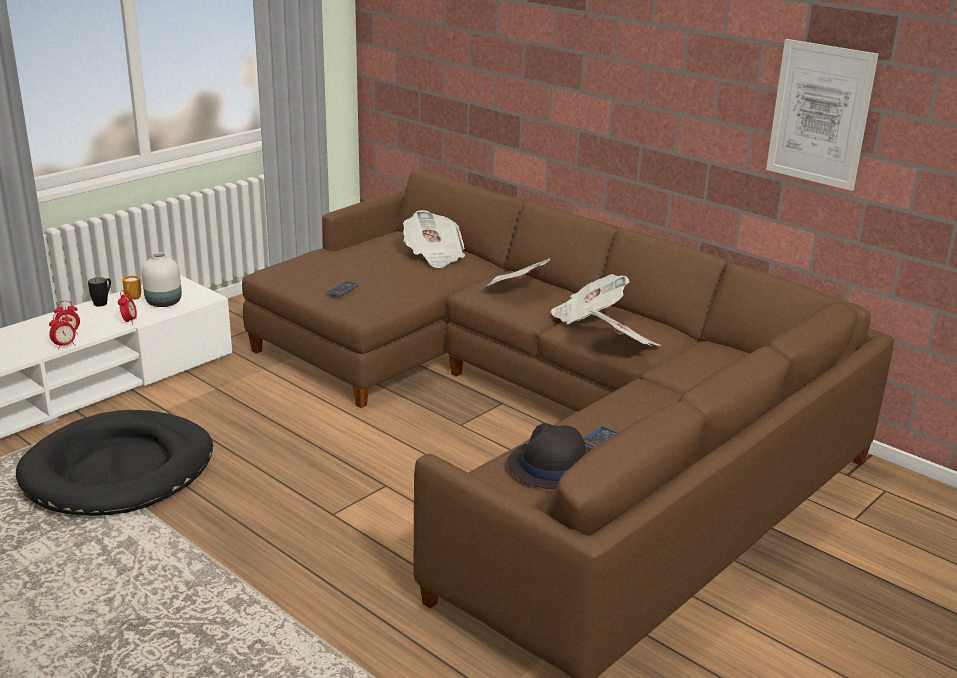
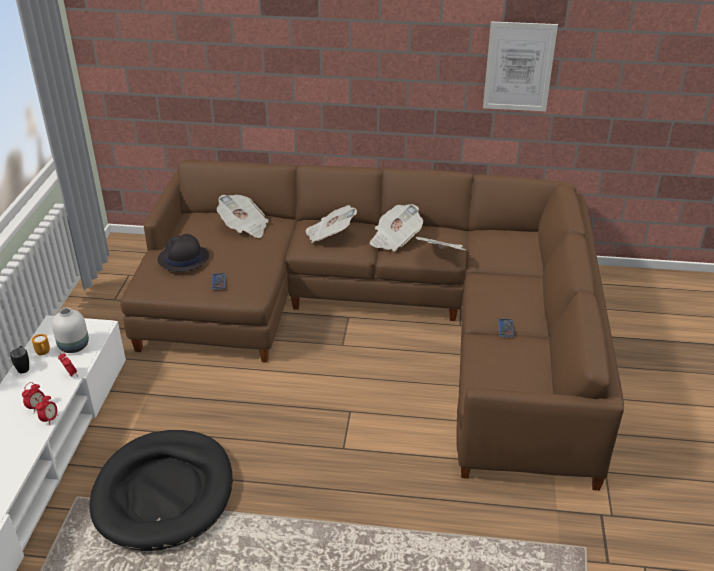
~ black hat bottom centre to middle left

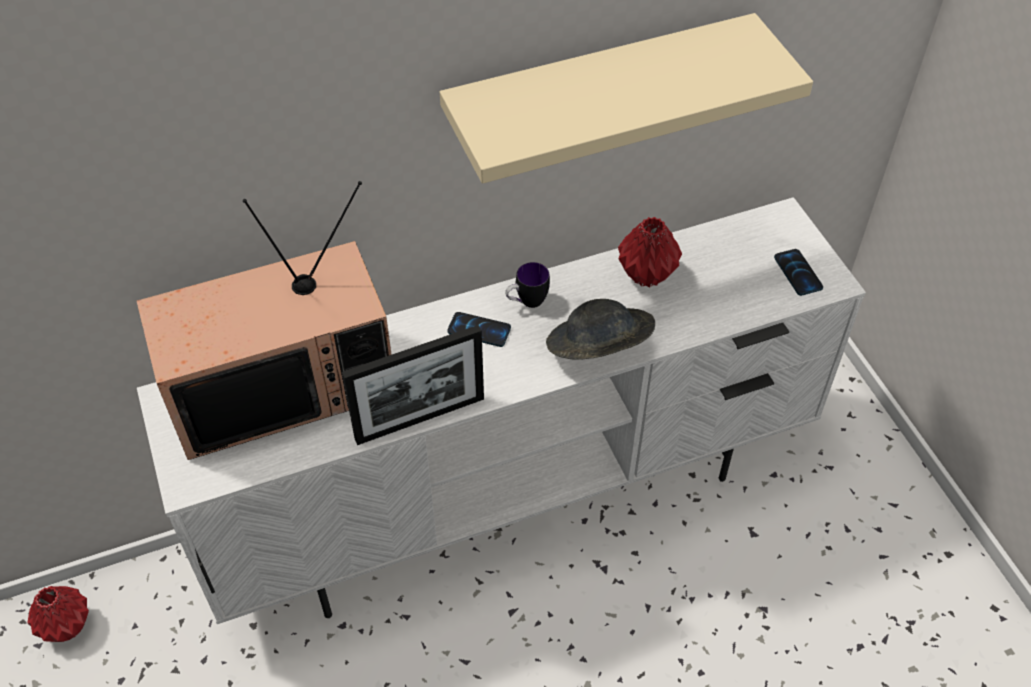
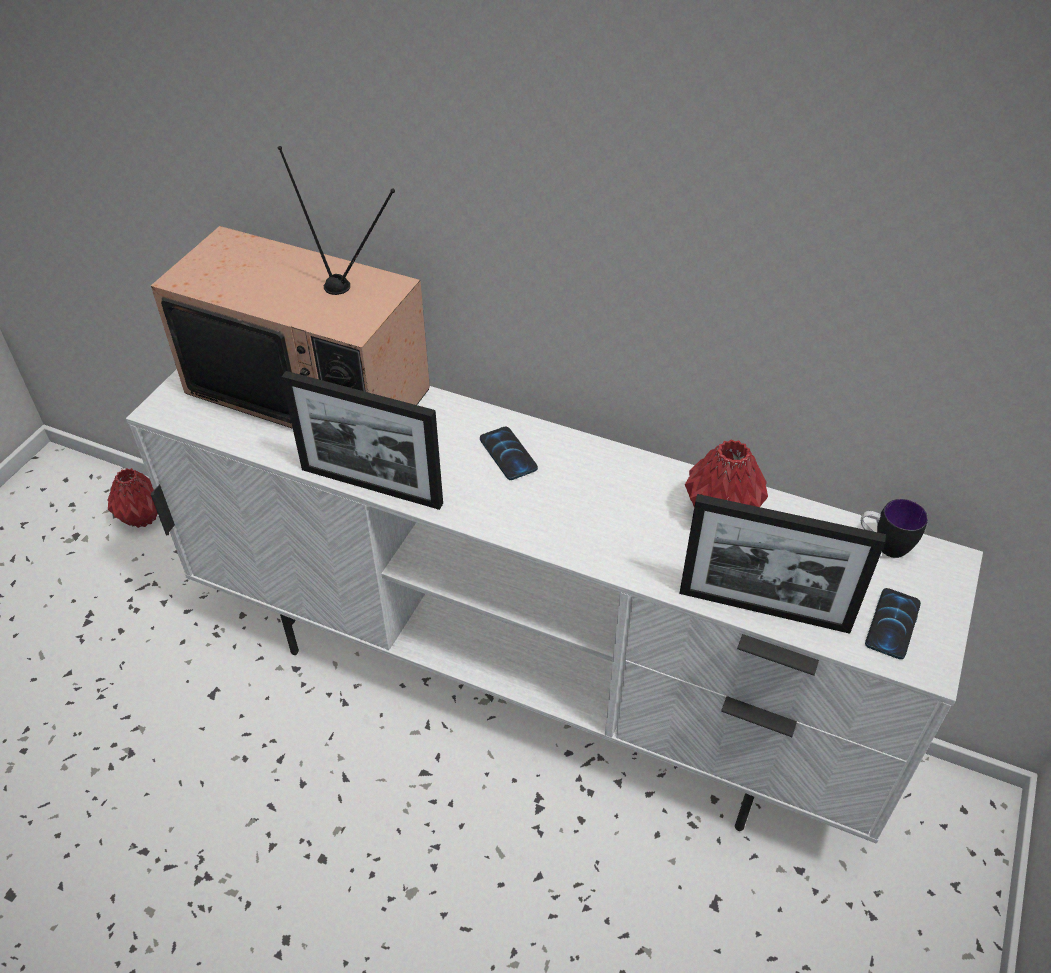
- beige shelf top centre
~ mug centre to middle right
- grey hat centre
+ picture frame (2nd from left) middle right

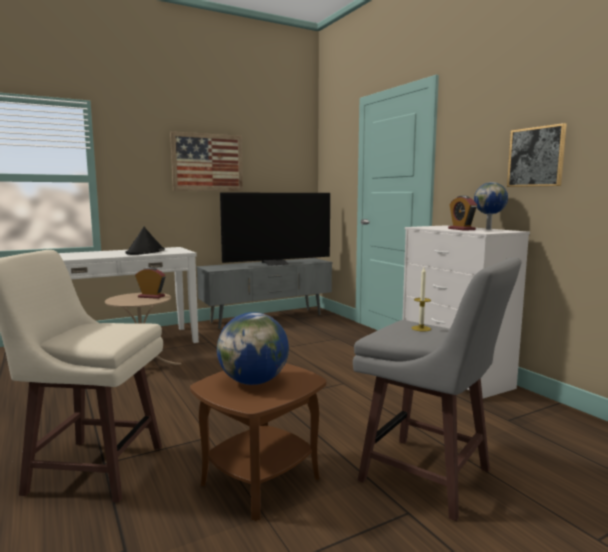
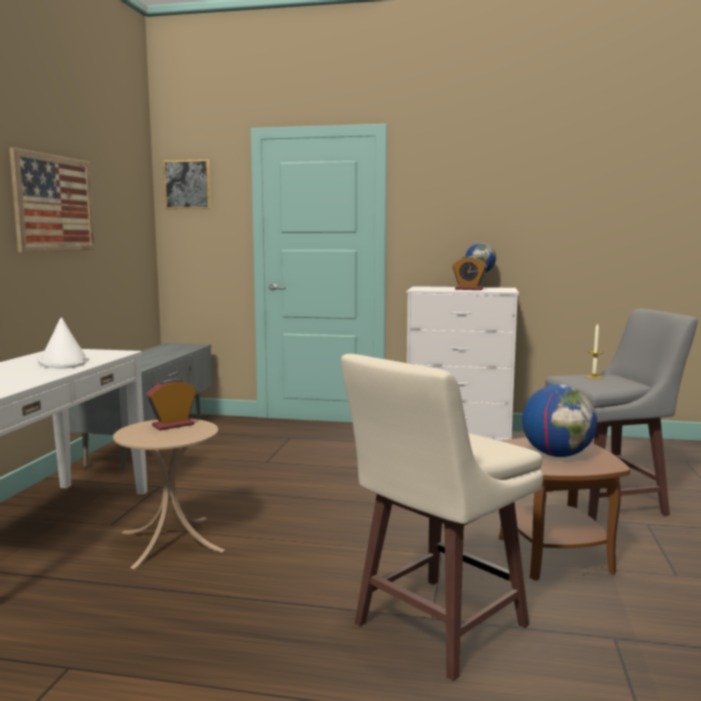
~ picture (2nd from left) top right to top left
- television centre
~ black hat middle left to white hat middle left

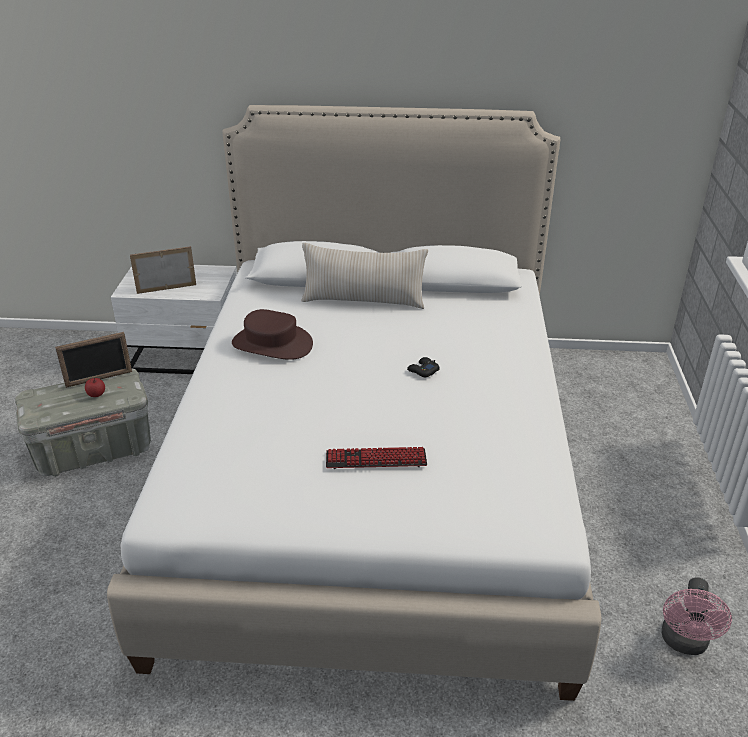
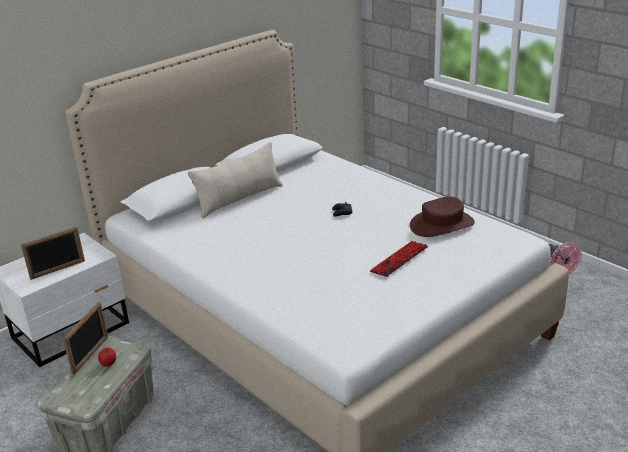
~ picture frame (2nd from left in the first image) middle left = middle left 150 degrees counterclockwise
~ brown hat centre to middle right

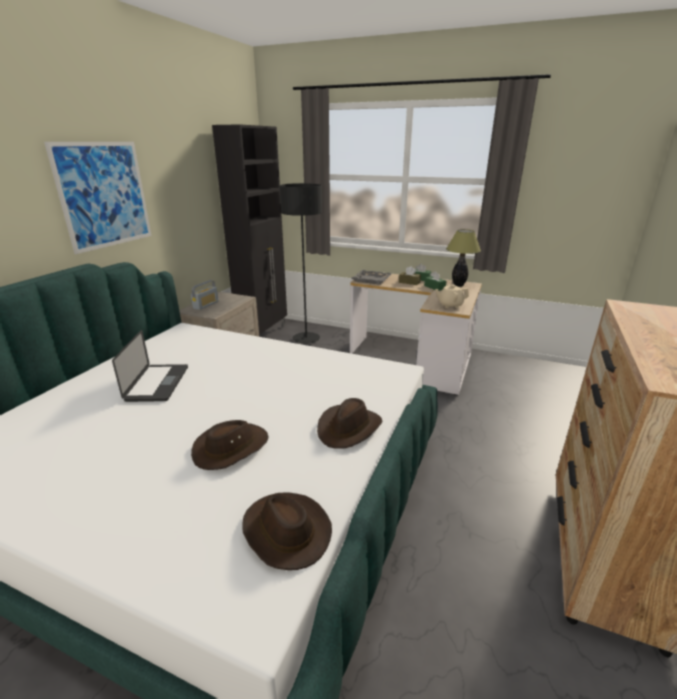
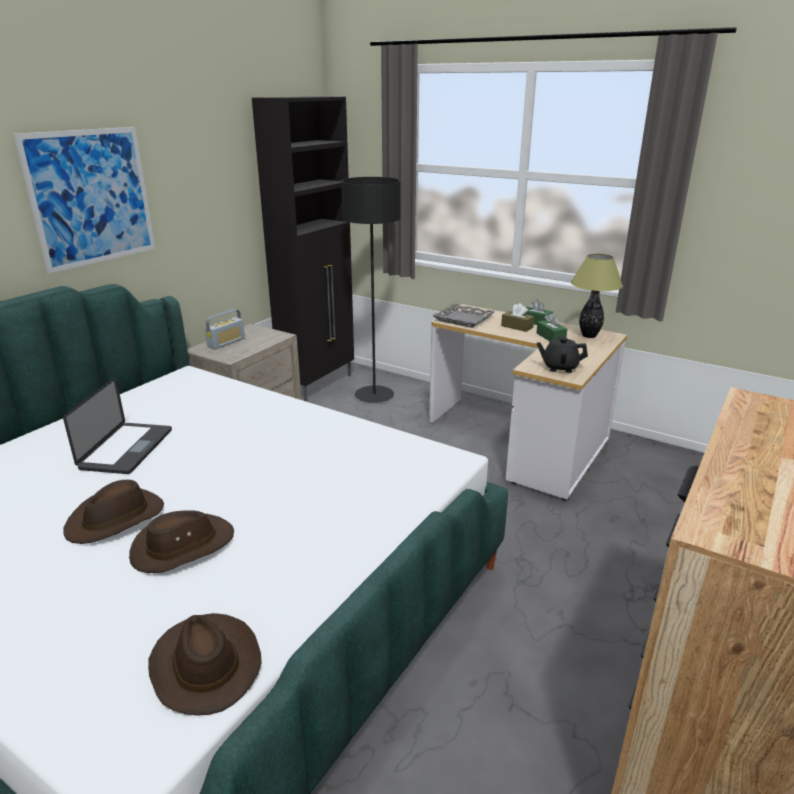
~ beige teapot middle right to black teapot middle right
~ brown hat (3rd from left in the first image) centre to brown hat (1st from left) middle left

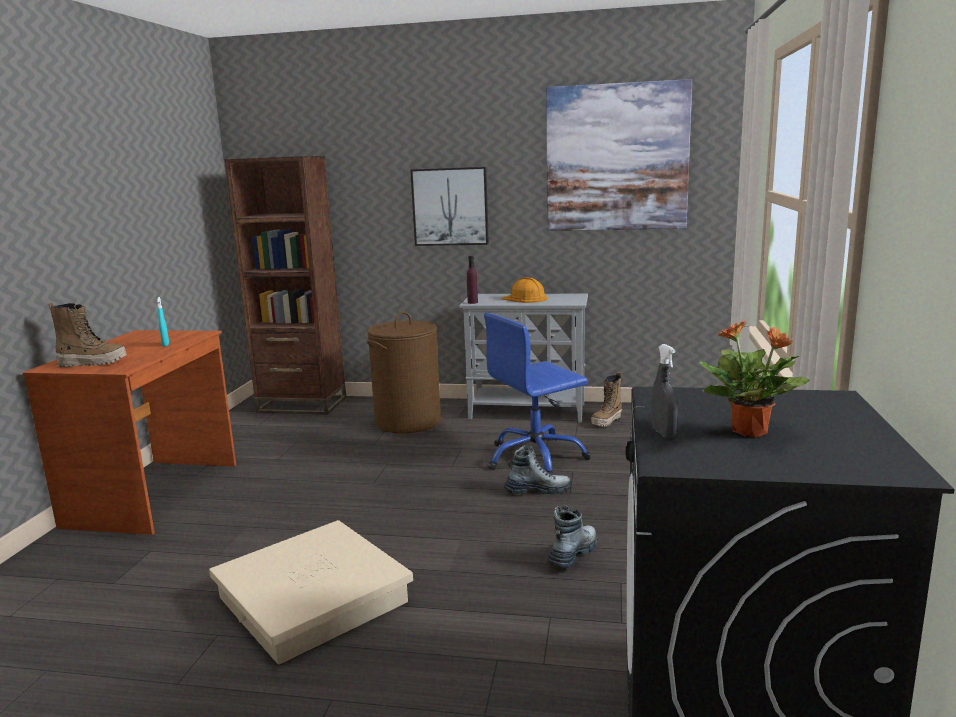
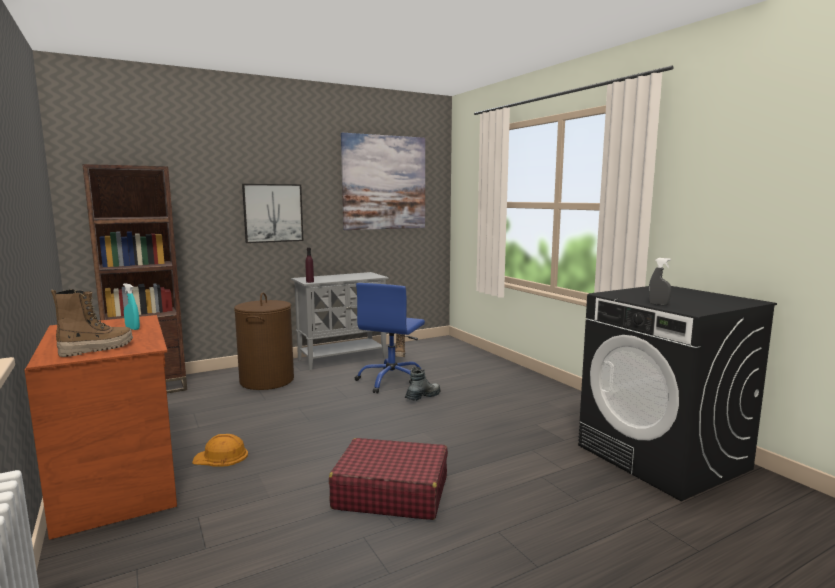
~ orange hard hat centre to bottom left
- potted plant middle right
- boot (3rd from left) bottom centre
~ beige storage box bottom left to red suitcase bottom centre

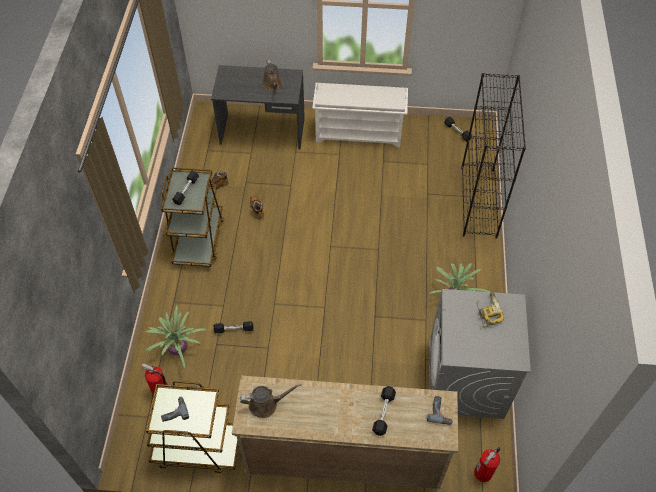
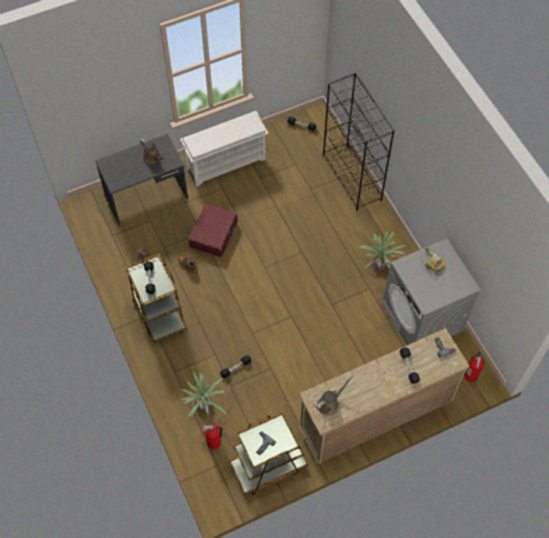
+ red suitcase centre

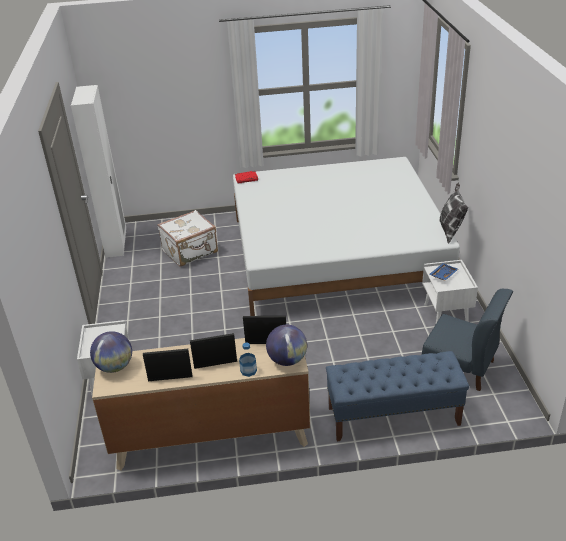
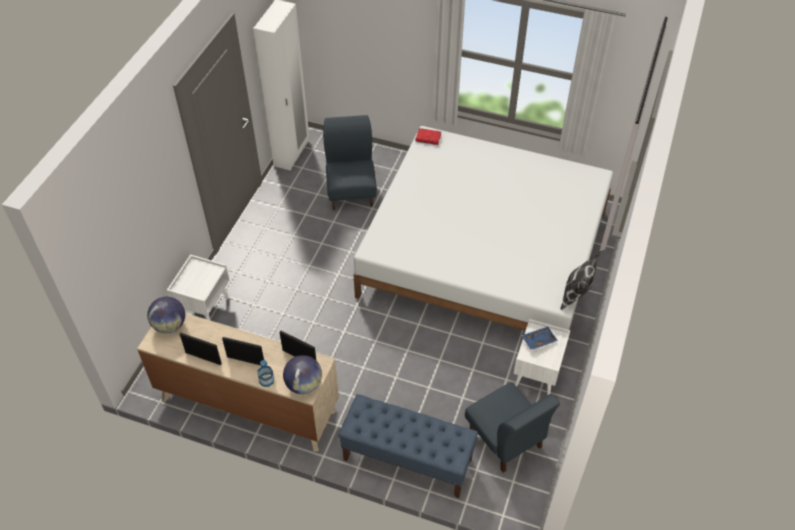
~ white suitcase middle left to blue chair (1st from left) top centre

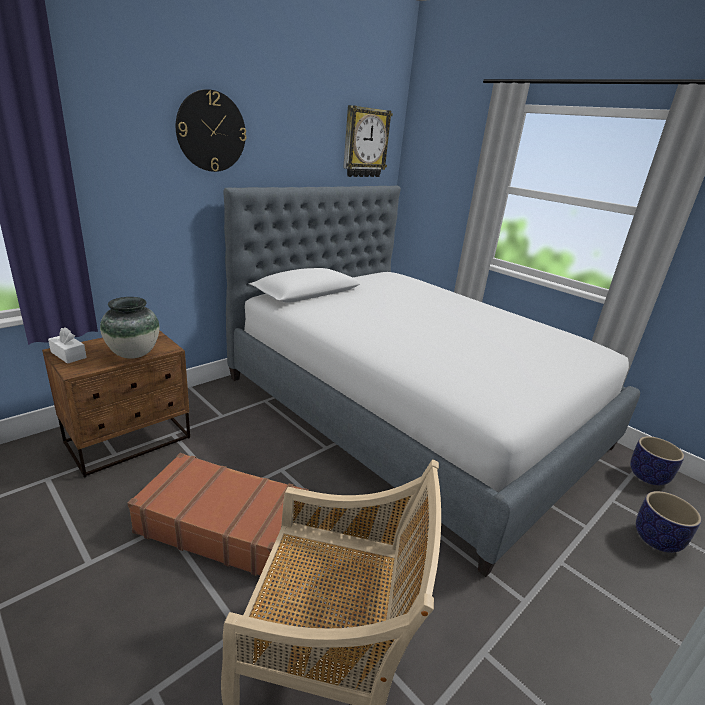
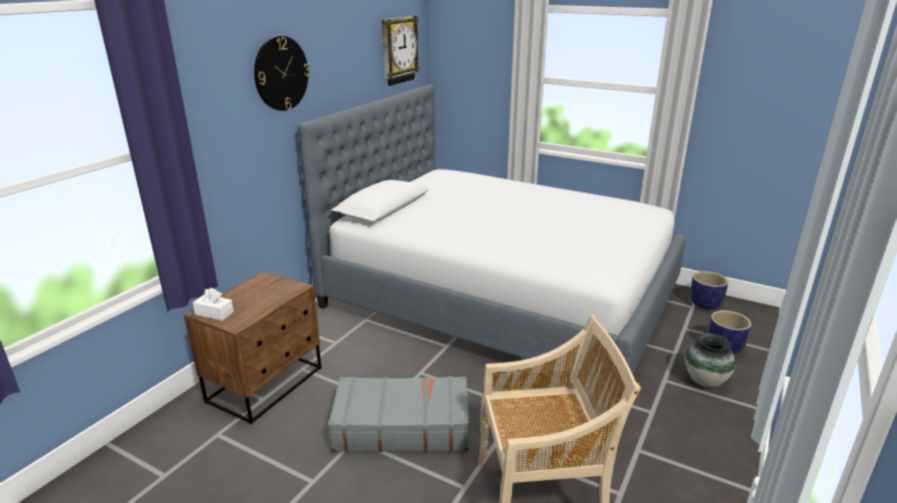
~ vase middle left to bottom right
~ brown suitcase bottom left to grey suitcase bottom centre

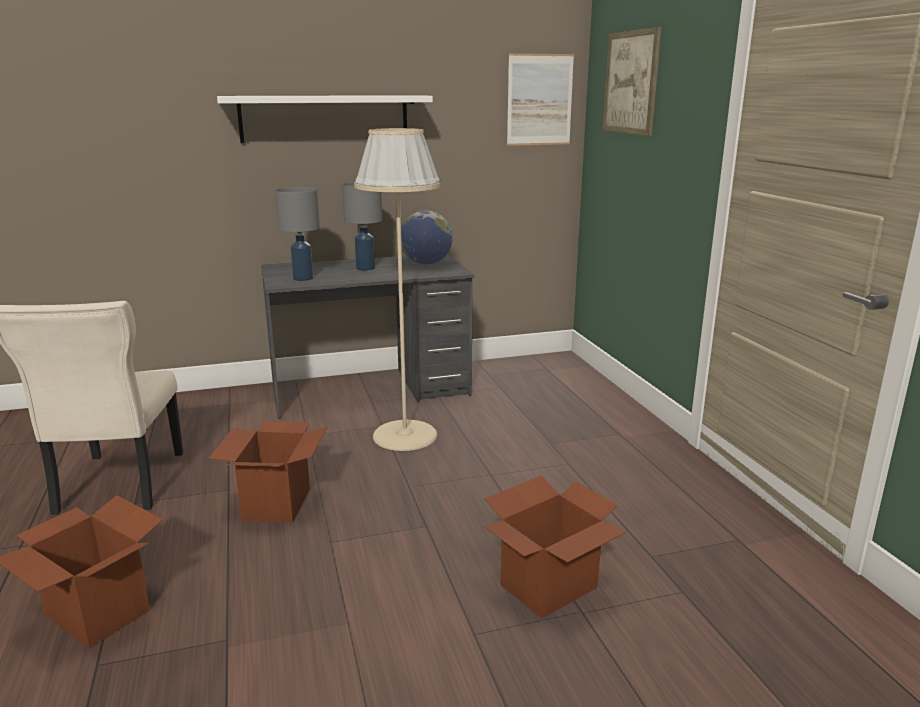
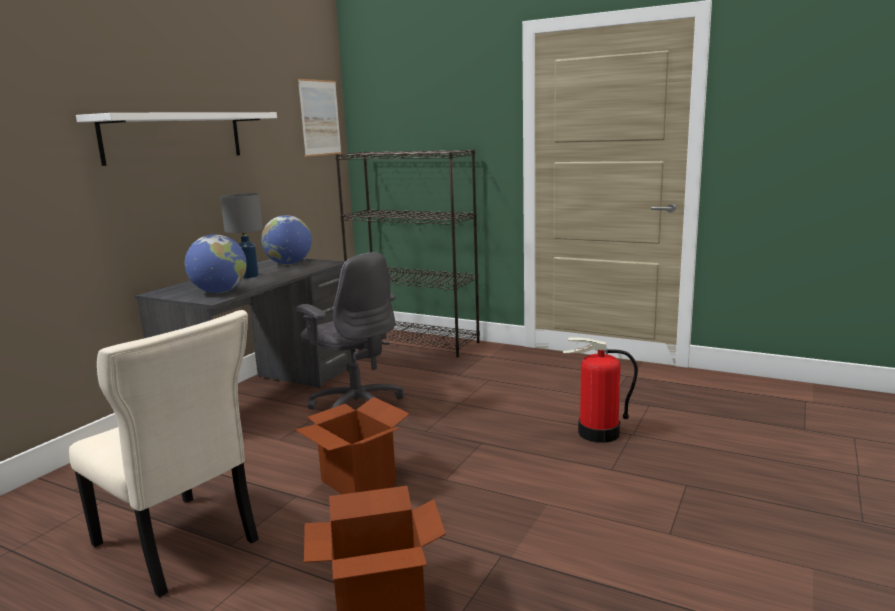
- picture (2nd from left) top right
~ beige floor lamp centre to grey office chair centre
~ grey table lamp (1st from left) top left to globe (1st from left) middle left
~ cardboard box (3rd from left) bottom centre to fire extinguisher middle right
+ black bookcase centre

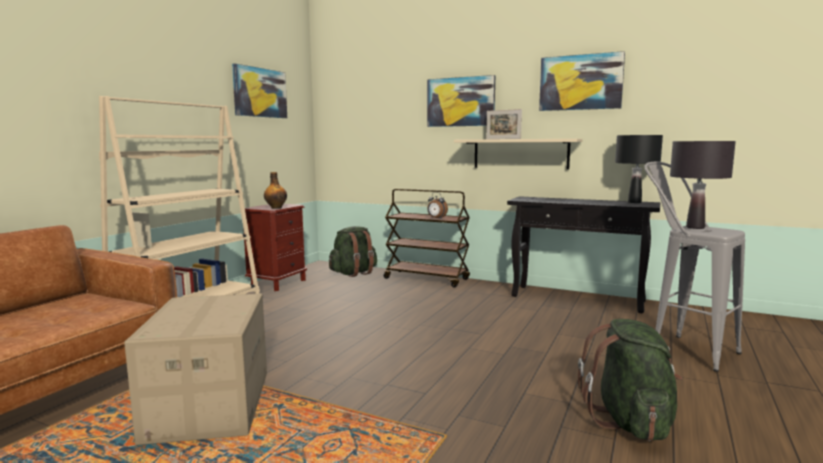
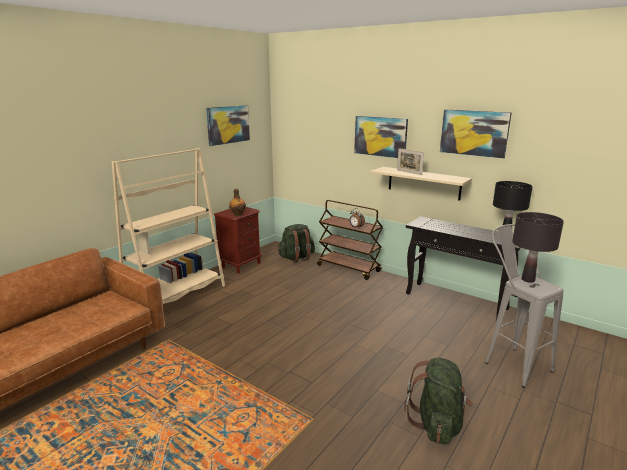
- cardboard box bottom left

